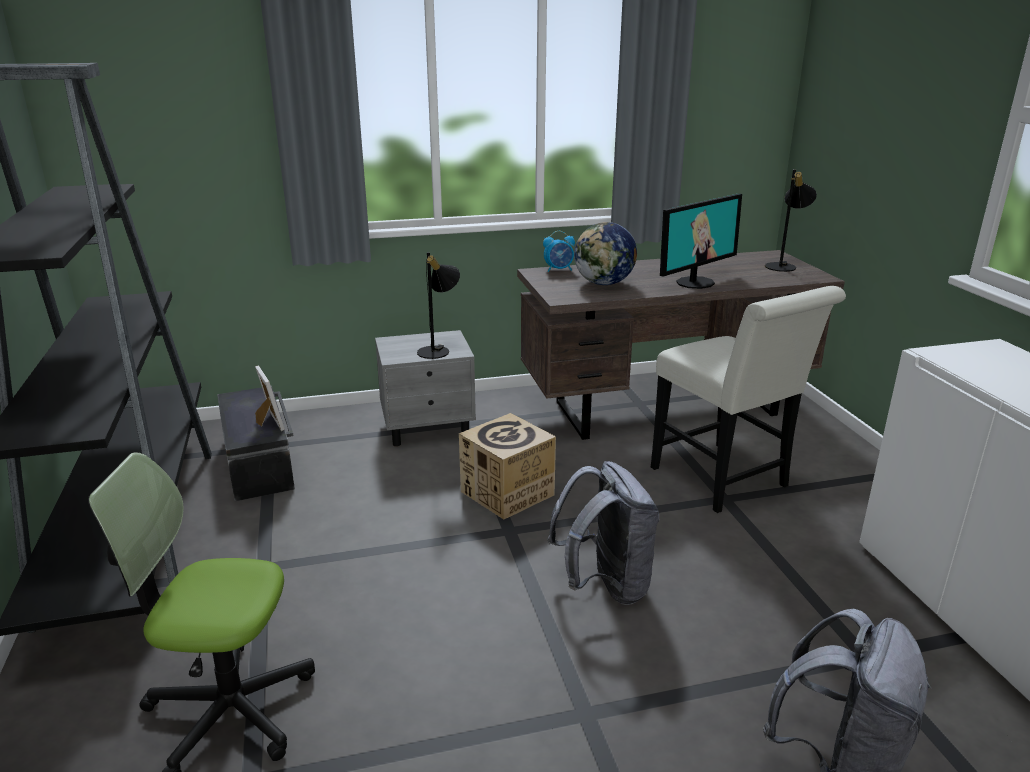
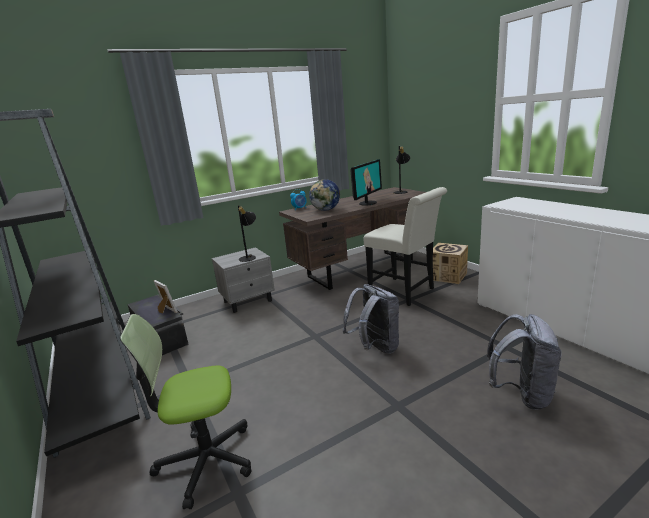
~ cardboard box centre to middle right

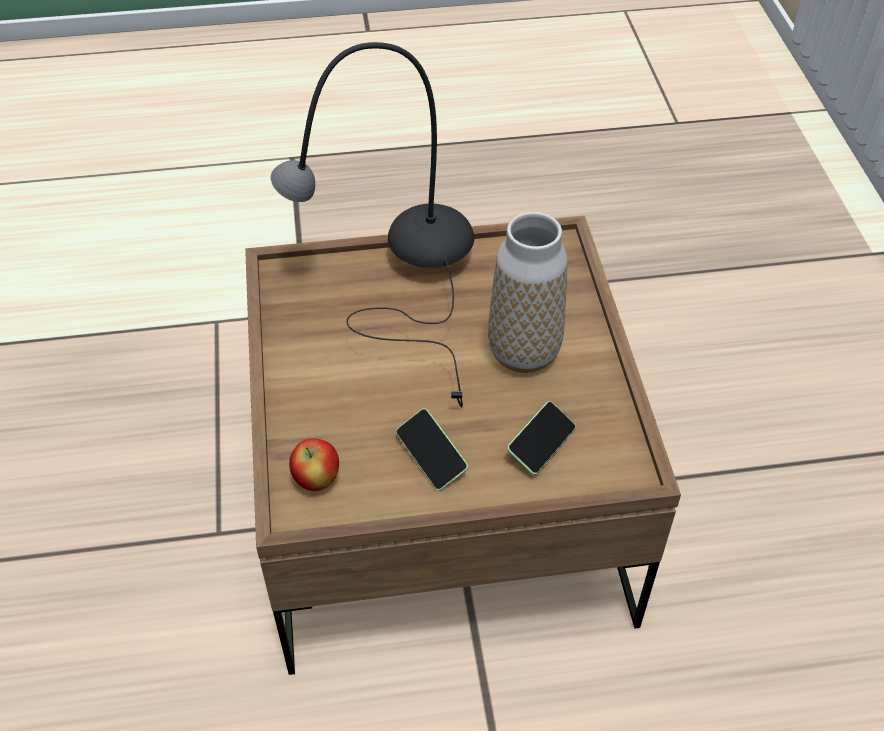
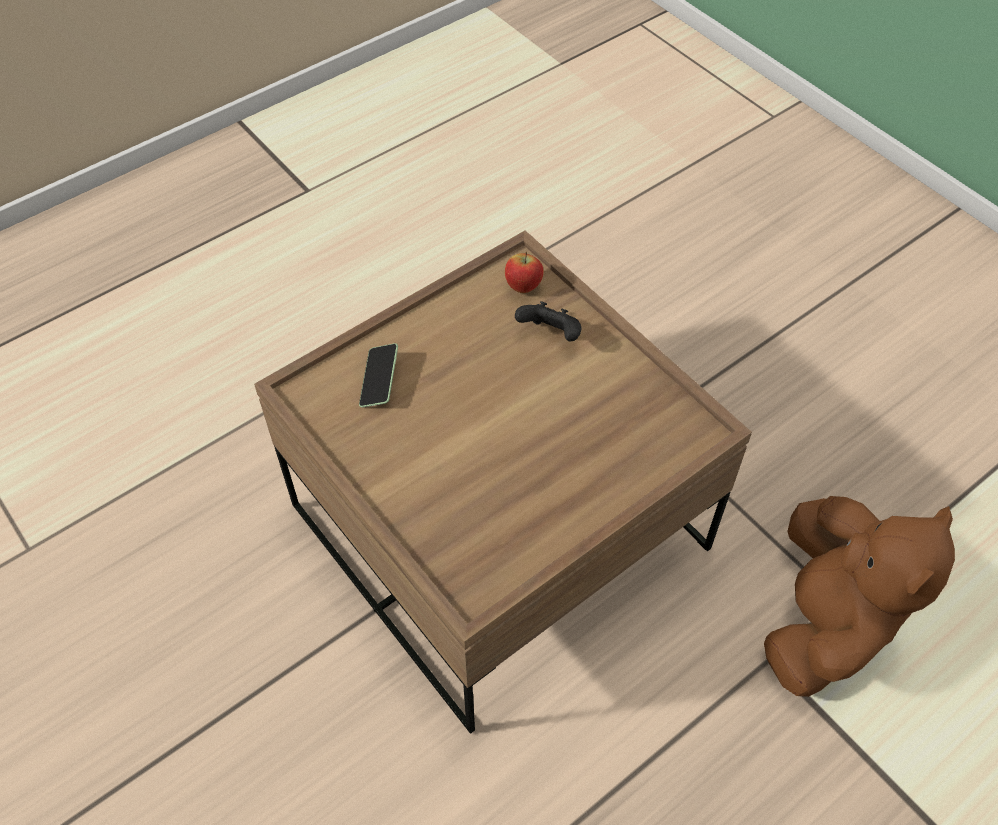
- grey table lamp top centre
- vase centre
- phone (1st from left) centre
+ black game controller centre
+ brown plush toy bottom right

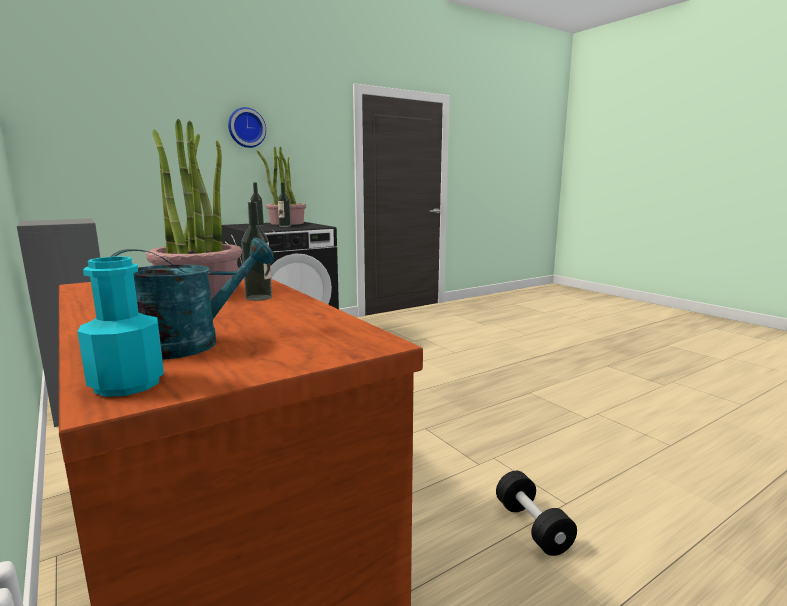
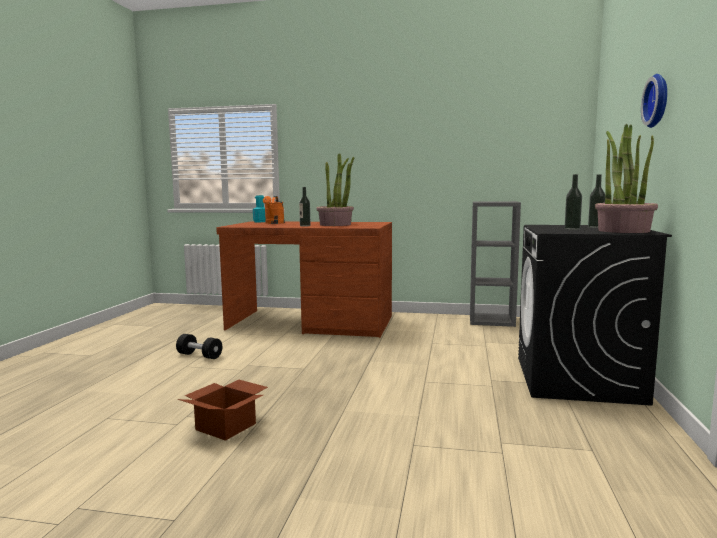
~ turquoise watering can middle left to orange watering can centre
+ cardboard box bottom left

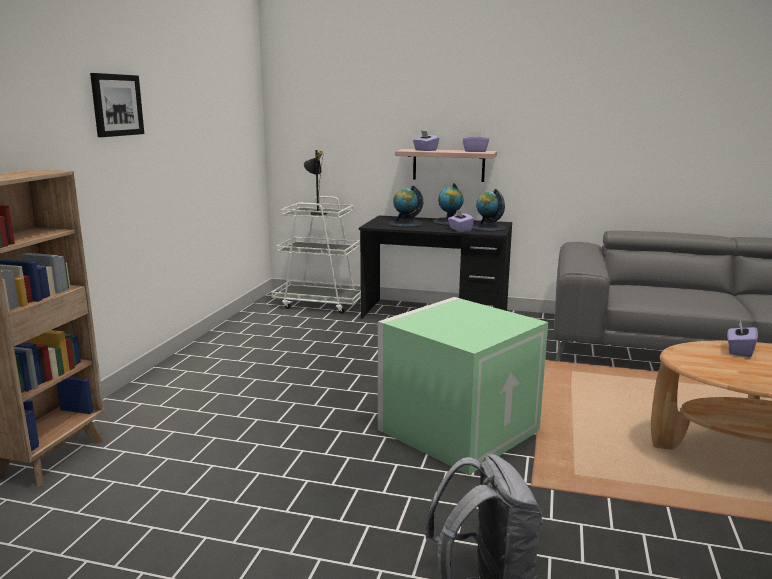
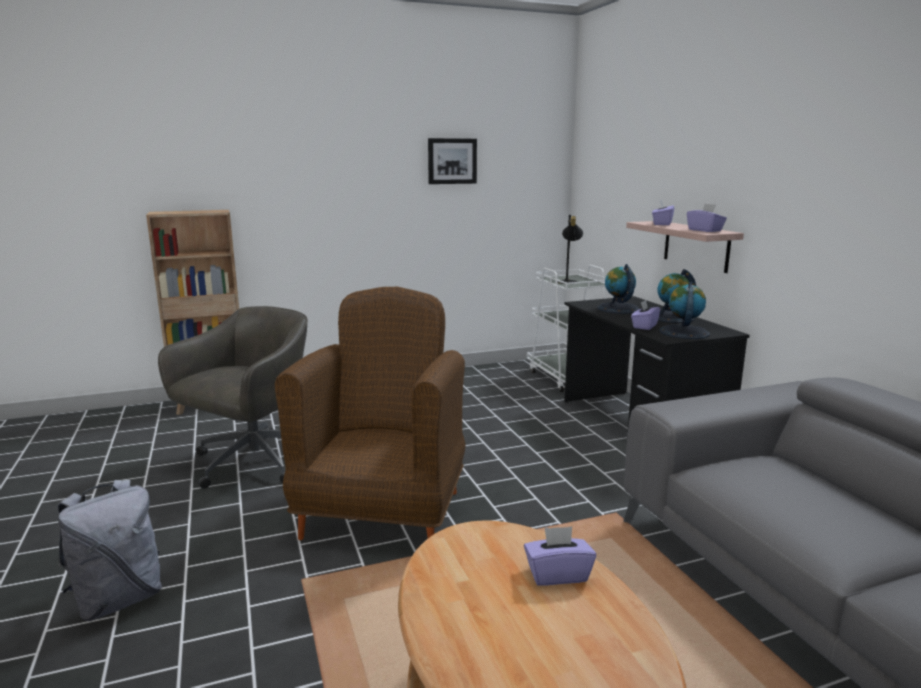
~ picture top left to top centre
~ green storage box bottom centre to brown armchair centre
+ grey office chair middle left

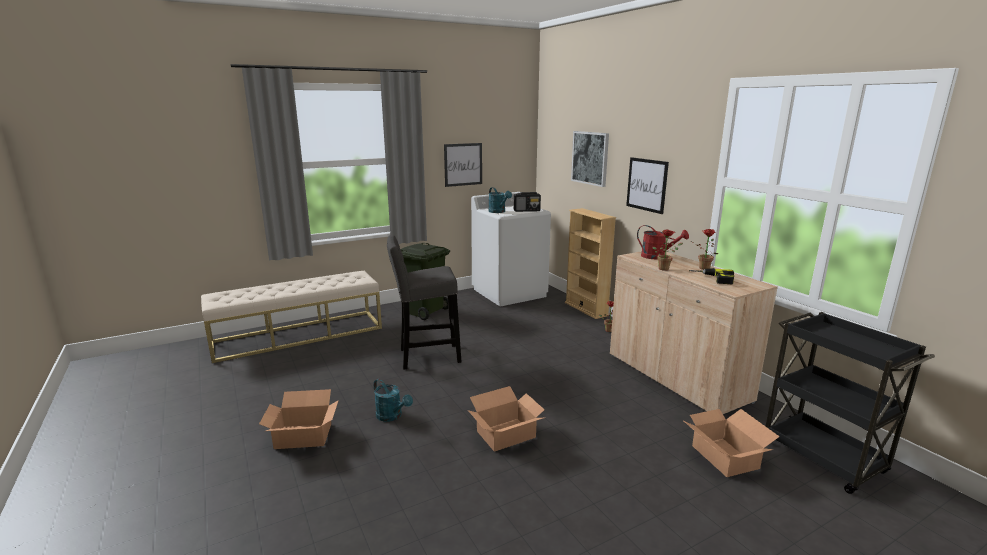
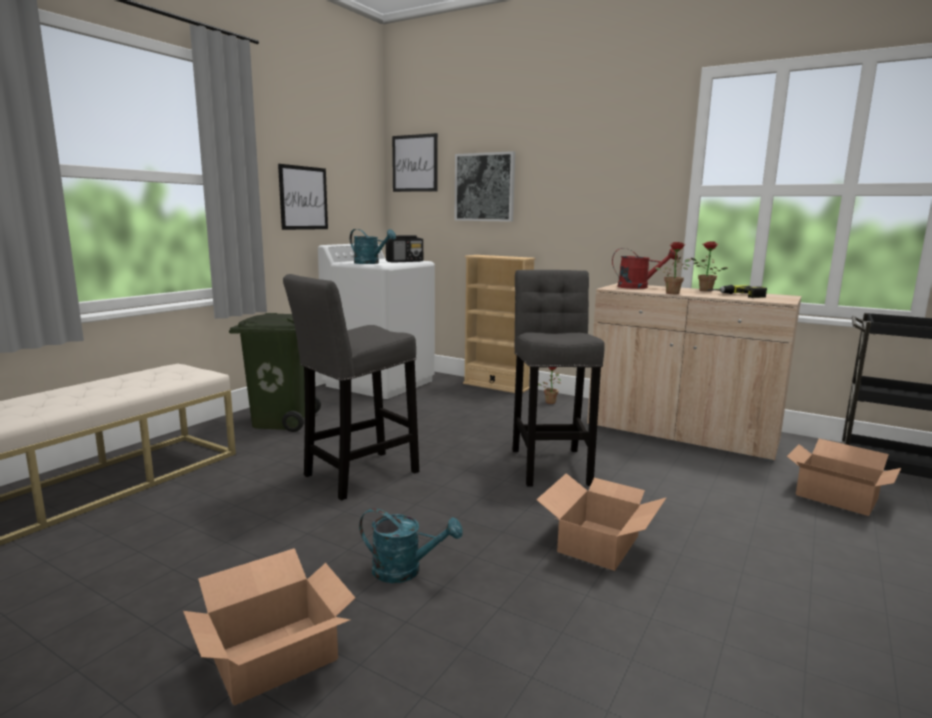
~ picture (3rd from left in the first image) centre to picture (2nd from left) top centre
+ grey stool (2nd from left) centre

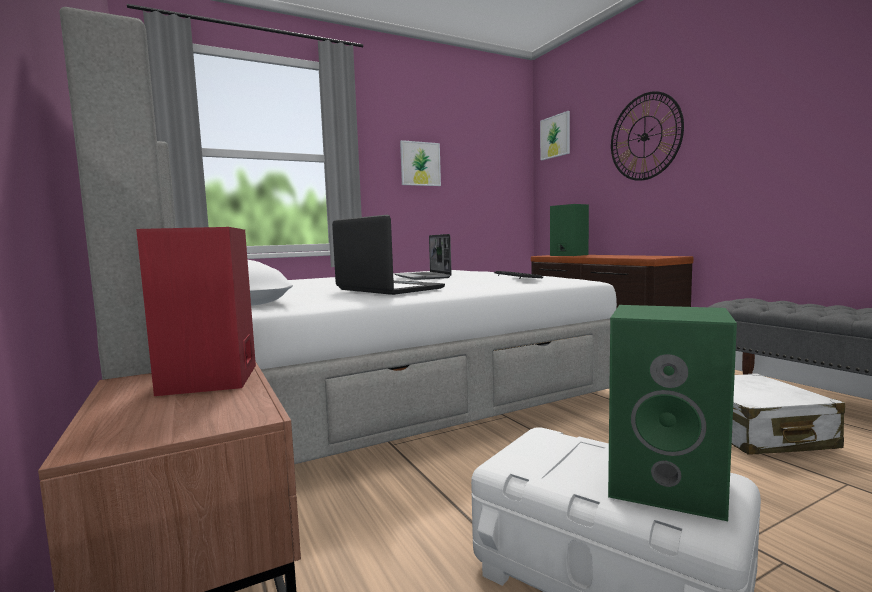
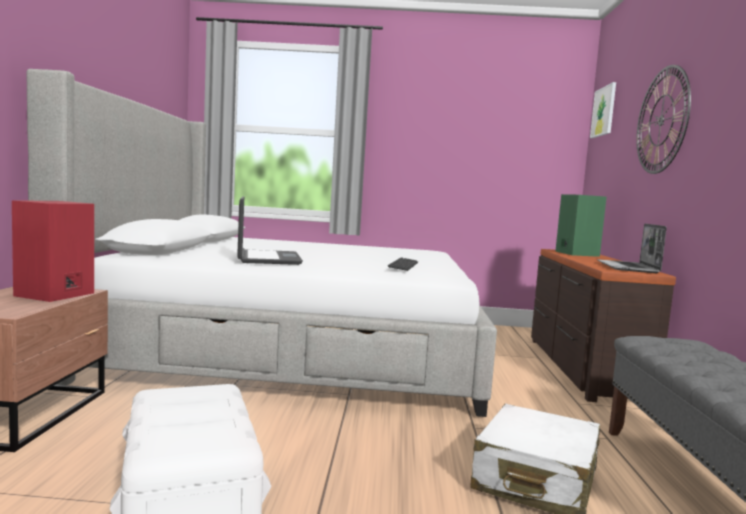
- picture (1st from left) top centre
~ laptop (2nd from left) centre to middle right
- green speaker (2nd from left) bottom right

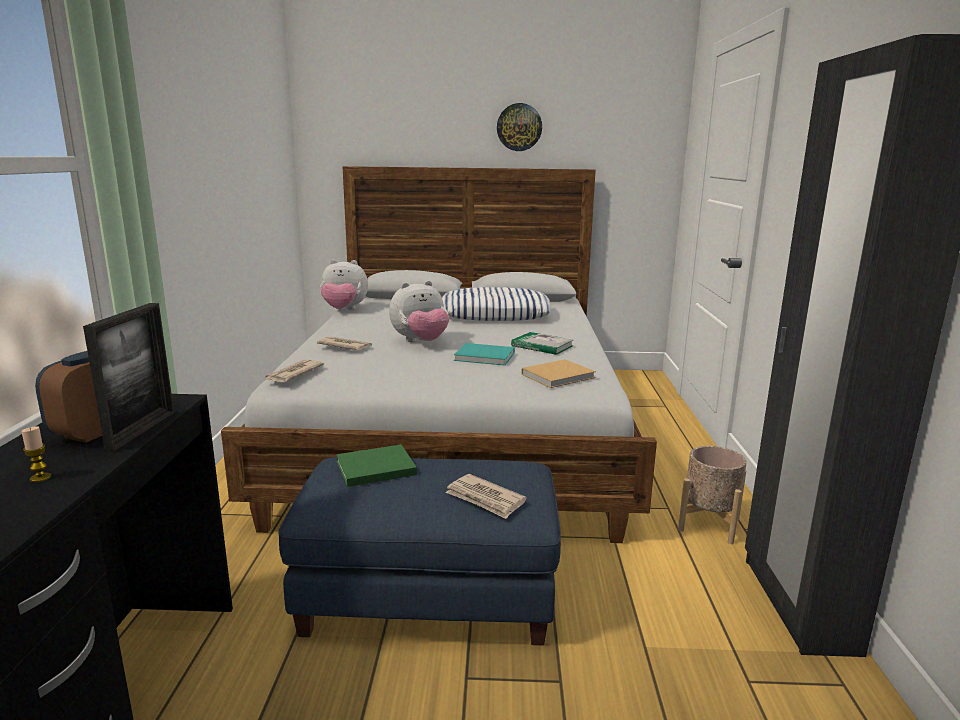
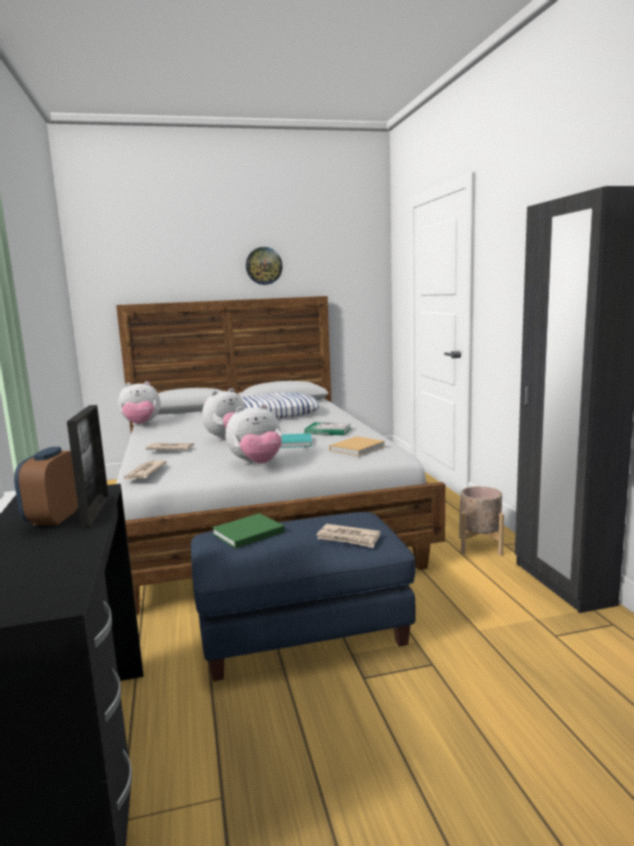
- candle middle left
+ plush toy (3rd from left) centre

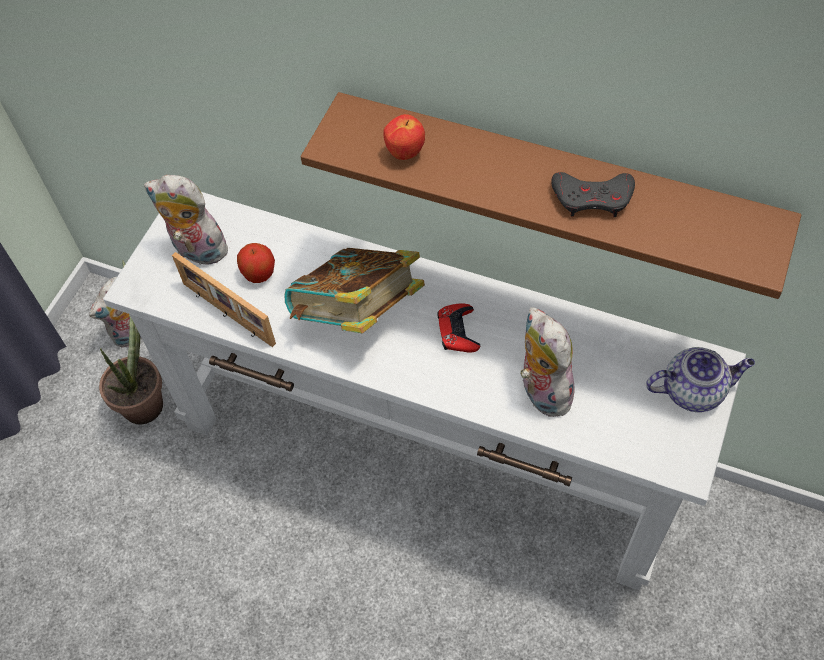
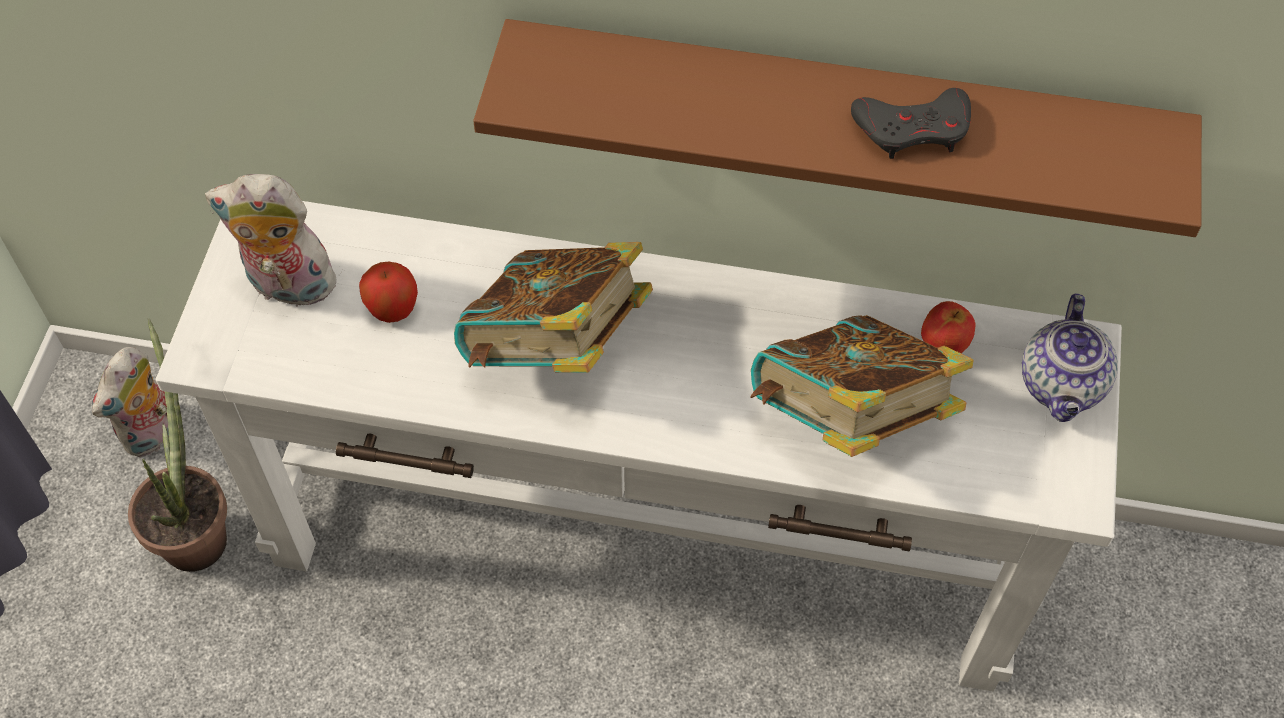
~ apple (2nd from left) top centre to middle right
- picture frame middle left
- red game controller centre
~ plush toy (3rd from left) centre to book (2nd from left) middle right
~ teapot middle right = middle right 120 degrees clockwise

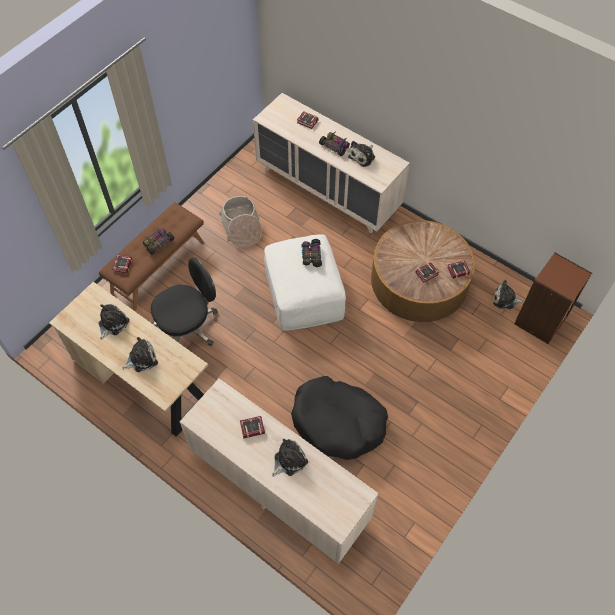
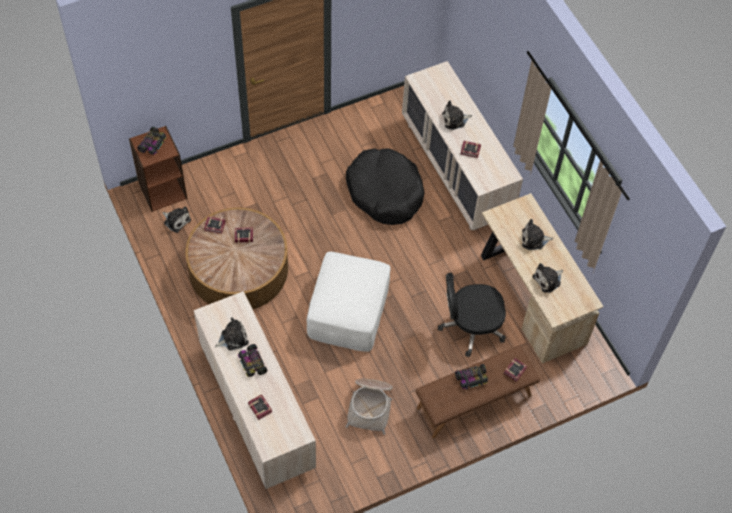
~ toy car (2nd from left in the first image) centre to toy car (1st from left) top left

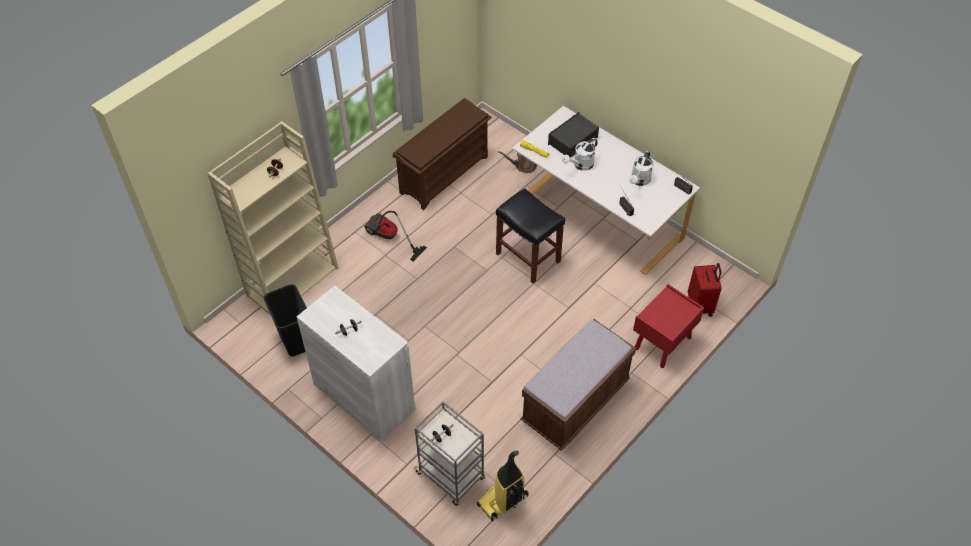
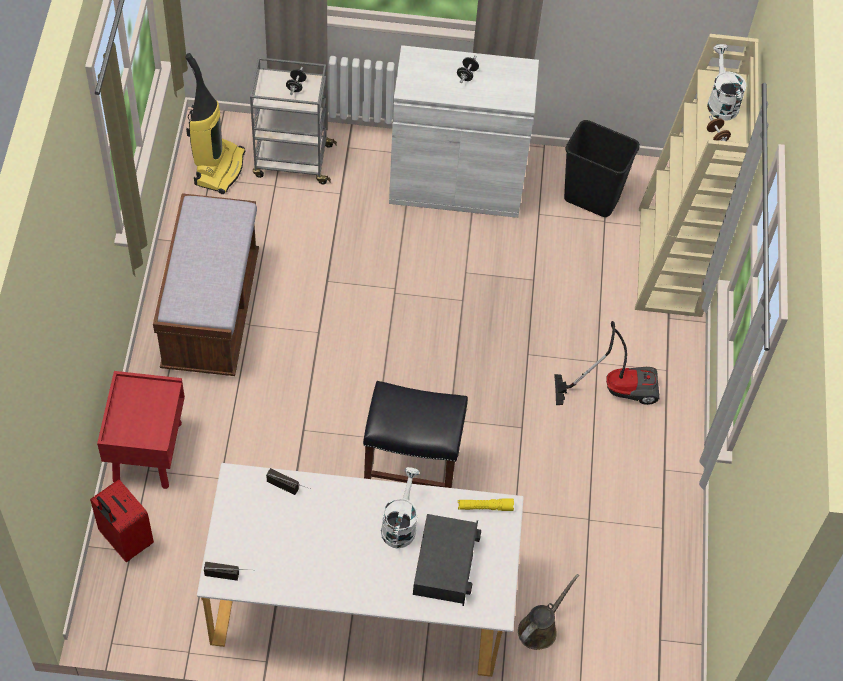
- brown shoe rack top centre
~ white watering can (2nd from left) top centre to top right

